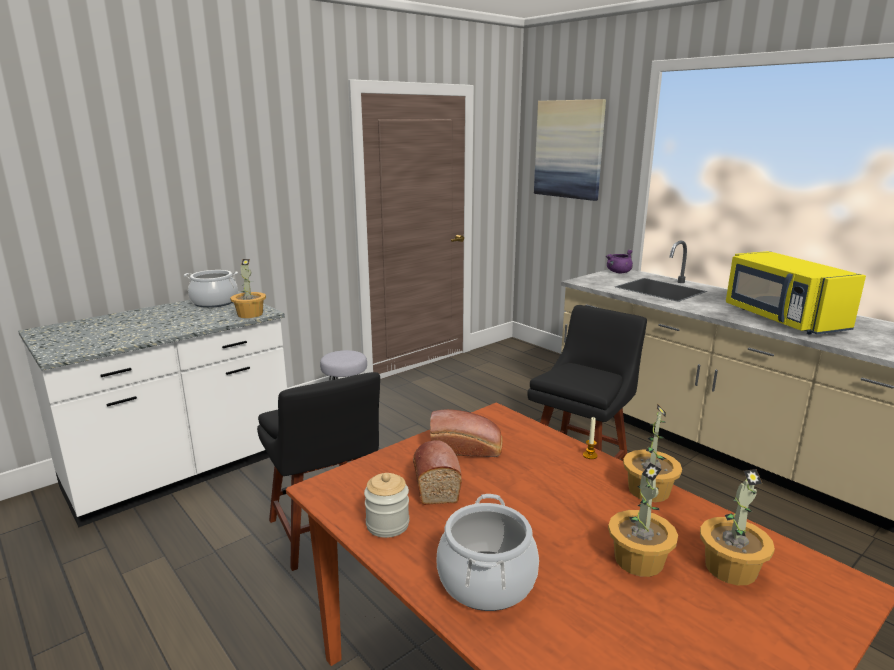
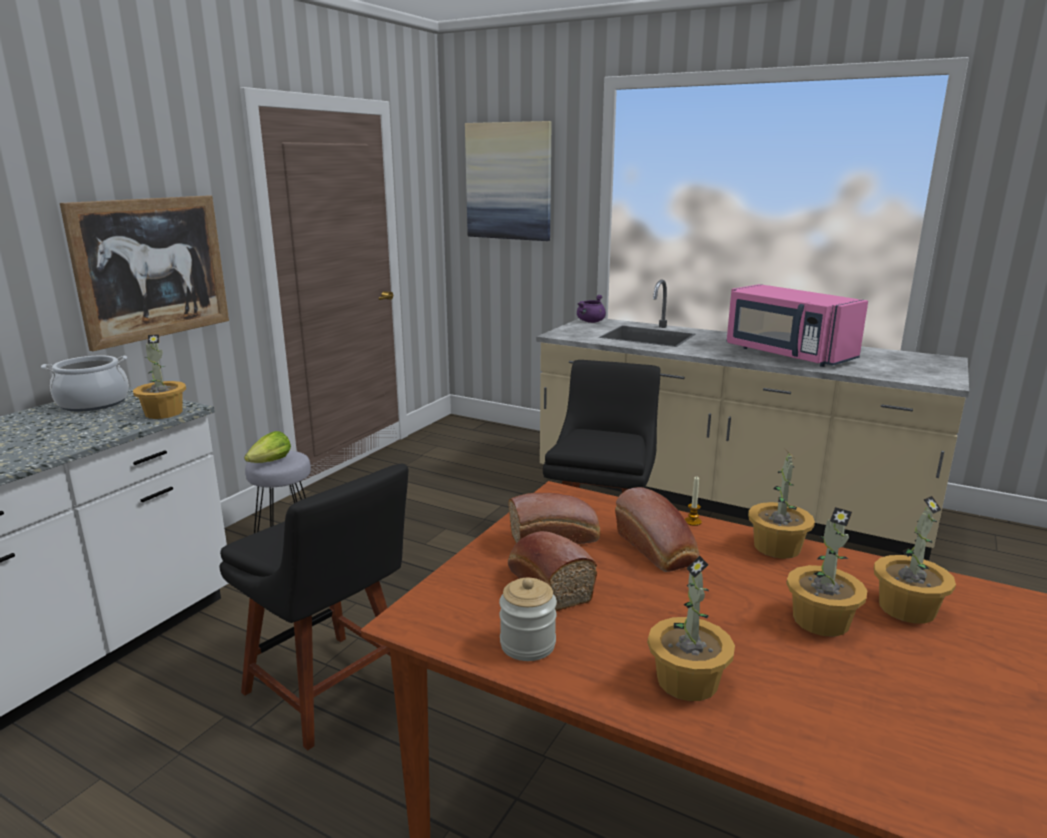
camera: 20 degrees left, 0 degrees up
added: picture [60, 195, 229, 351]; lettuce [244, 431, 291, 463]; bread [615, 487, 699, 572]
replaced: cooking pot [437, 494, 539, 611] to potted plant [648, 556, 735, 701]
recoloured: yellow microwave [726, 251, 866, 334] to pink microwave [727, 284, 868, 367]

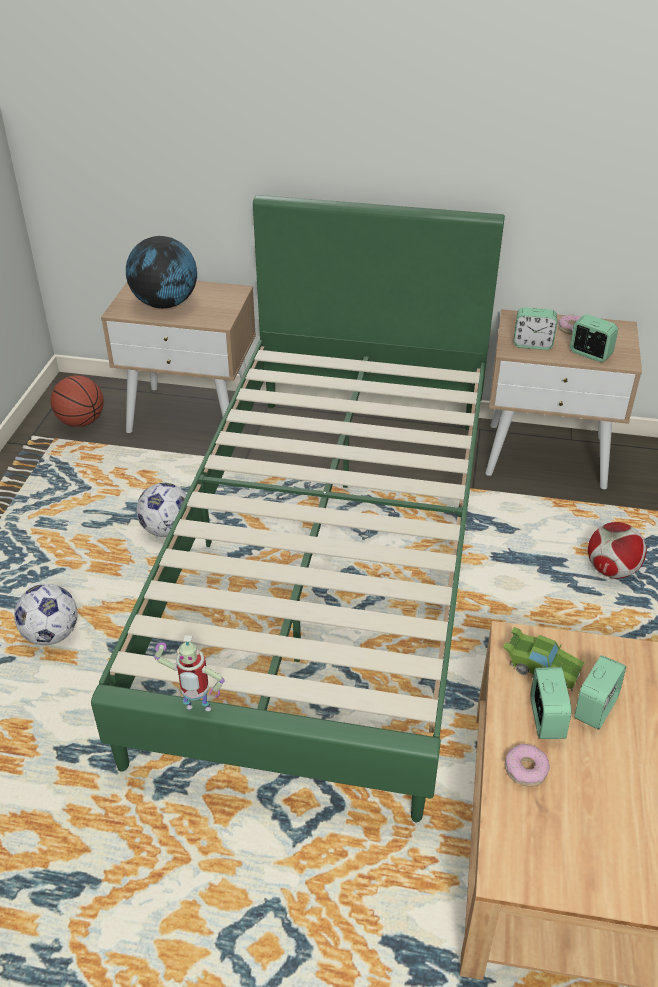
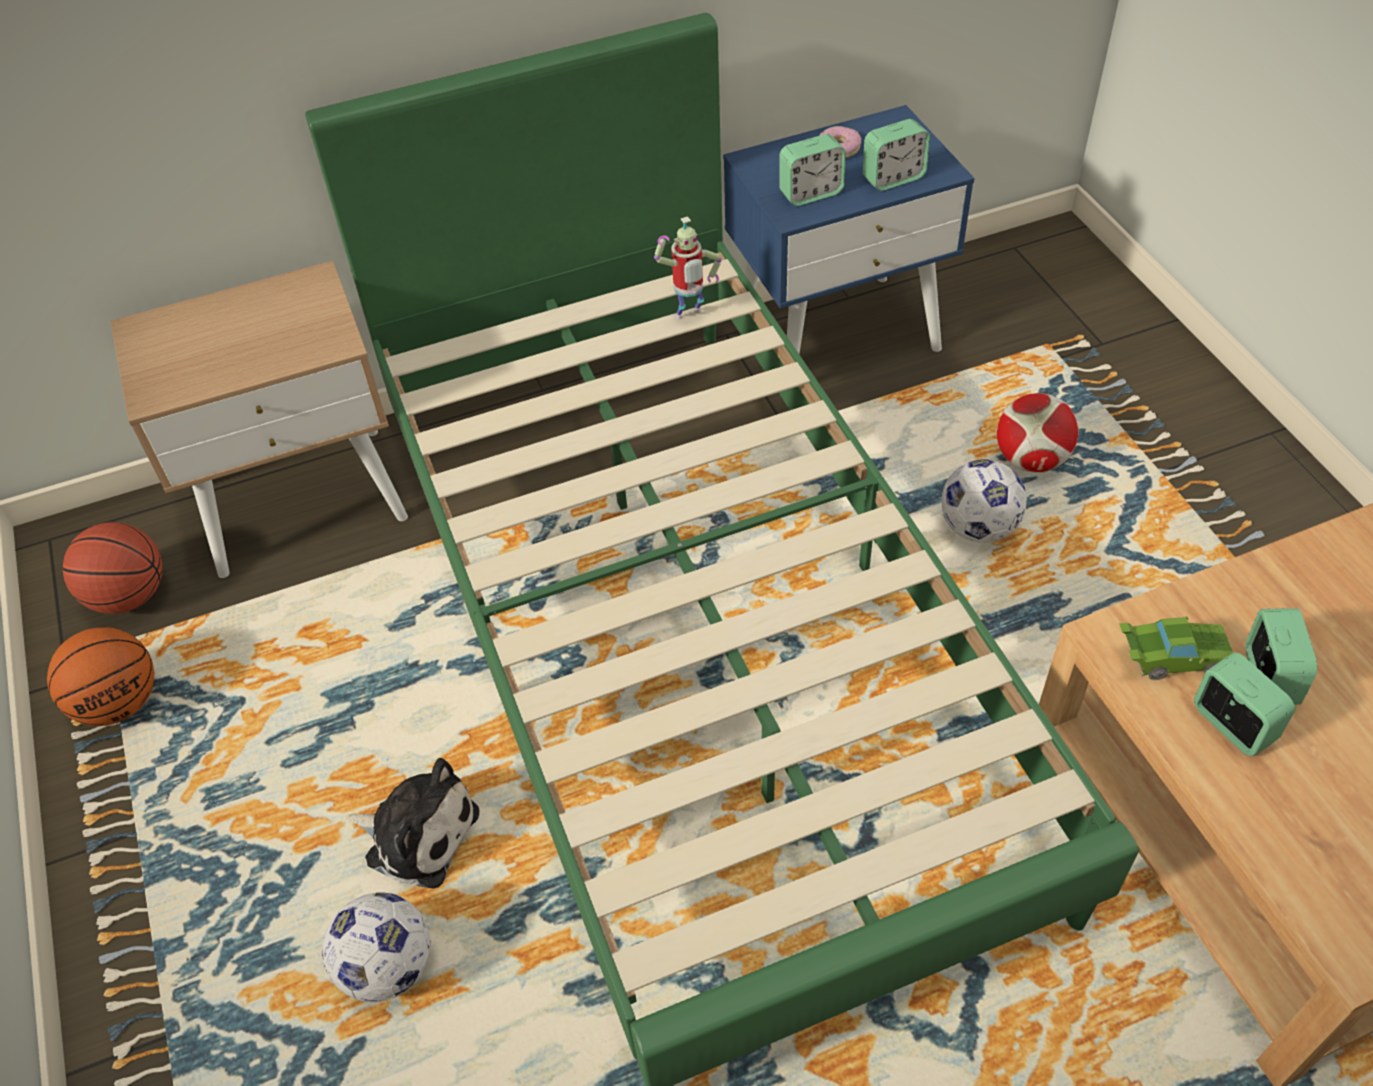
camera: 30 degrees left, 10 degrees up
removed: globe [126, 236, 197, 308]; donut [505, 744, 550, 787]
added: basketball [47, 627, 154, 726]; plush toy [347, 758, 479, 889]
moved: toy robot [154, 635, 225, 711] to [654, 216, 722, 319]; football [137, 483, 186, 537] to [942, 459, 1027, 543]
recoloured: beige nightstand [485, 309, 642, 489] to blue nightstand [723, 105, 974, 353]
turned: alarm clock [570, 314, 618, 362] = [863, 119, 930, 191] 150 degrees clockwise

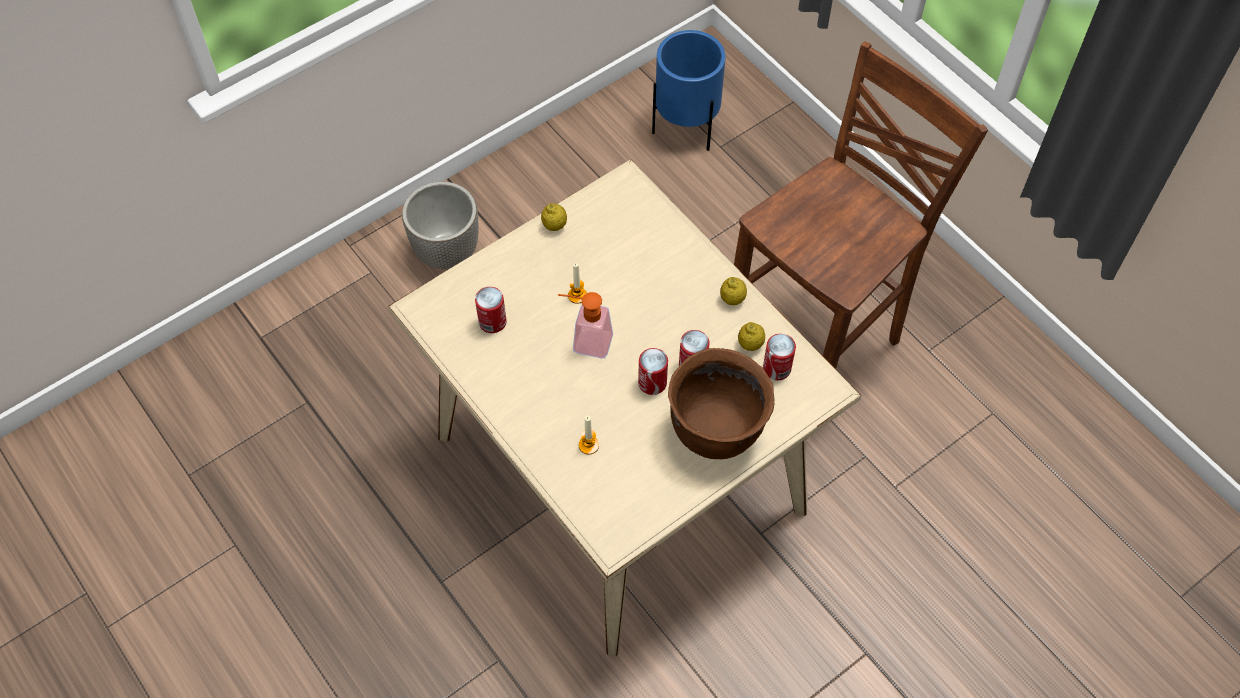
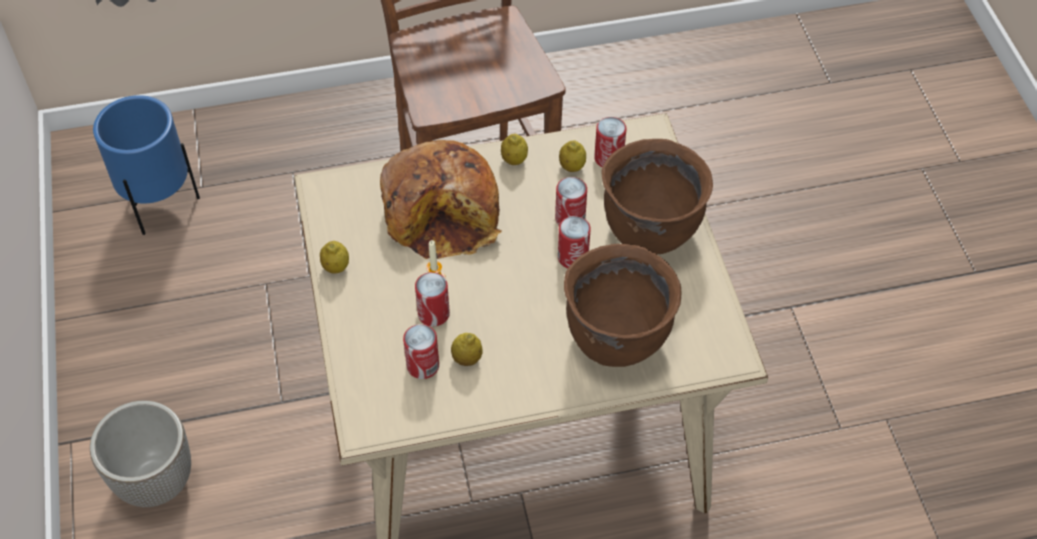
camera: 65 degrees left, 5 degrees down
removed: soap dispenser [558, 292, 613, 358]
added: bread [380, 140, 503, 259]; can [415, 272, 450, 326]; lemon [451, 333, 483, 366]
replaced: candle [579, 415, 599, 455] to brown cooking pot [564, 244, 681, 367]

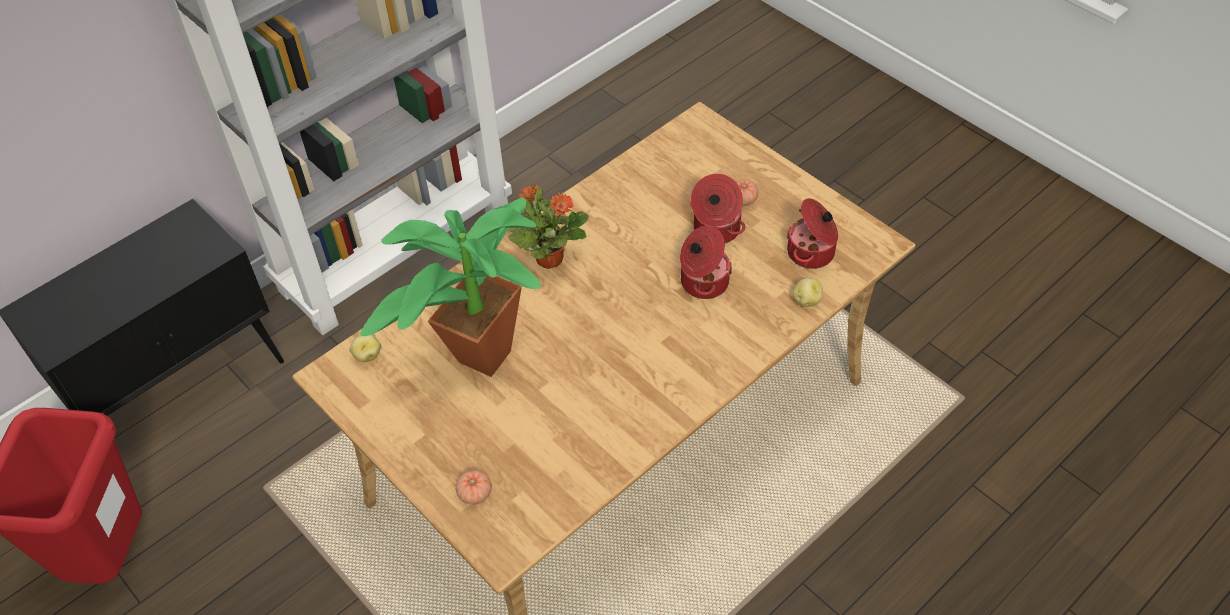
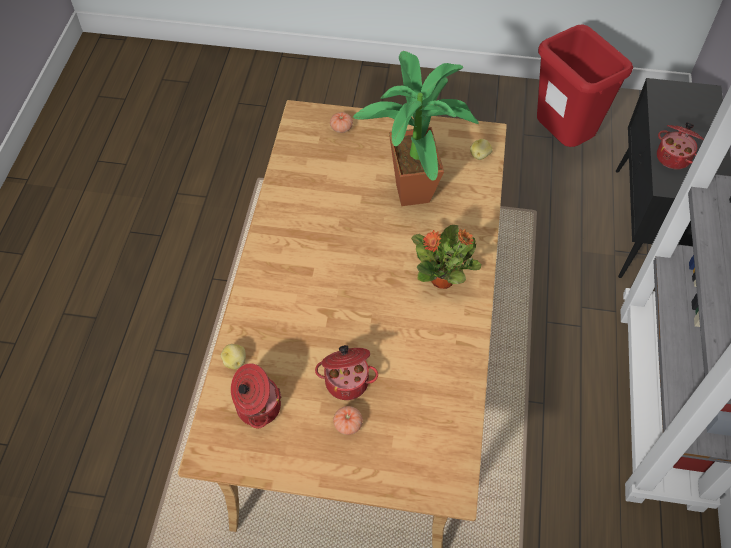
camera: 140 degrees right, 5 degrees up
moved: cooking pot [680, 226, 732, 299] to [657, 122, 704, 169]

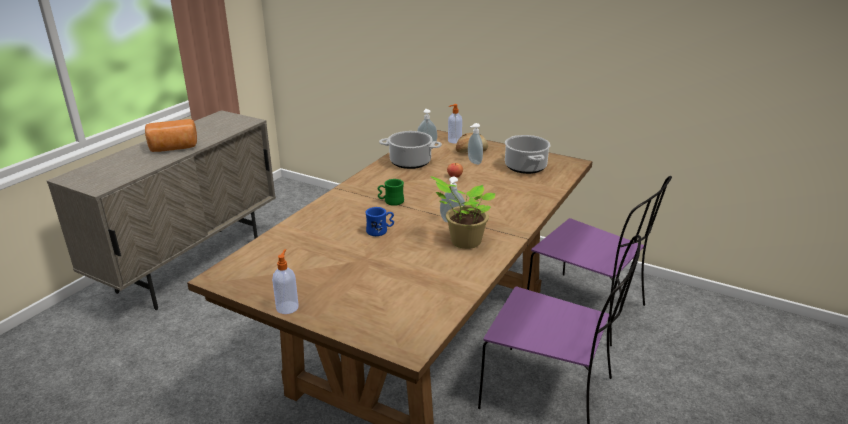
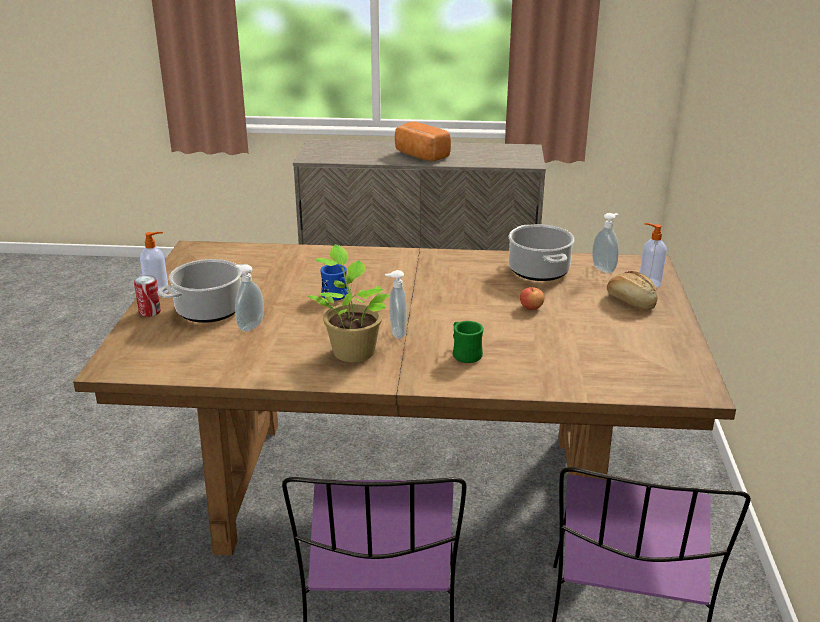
camera: 65 degrees right, 0 degrees up
added: can [134, 275, 161, 317]
moved: cooking pot [505, 135, 550, 174] to [157, 259, 253, 323]; soap dispenser [468, 123, 483, 165] to [235, 264, 264, 332]; green mug [378, 179, 404, 206] to [453, 321, 483, 363]

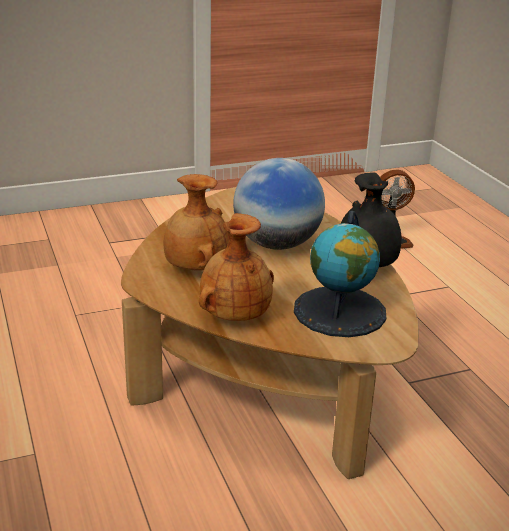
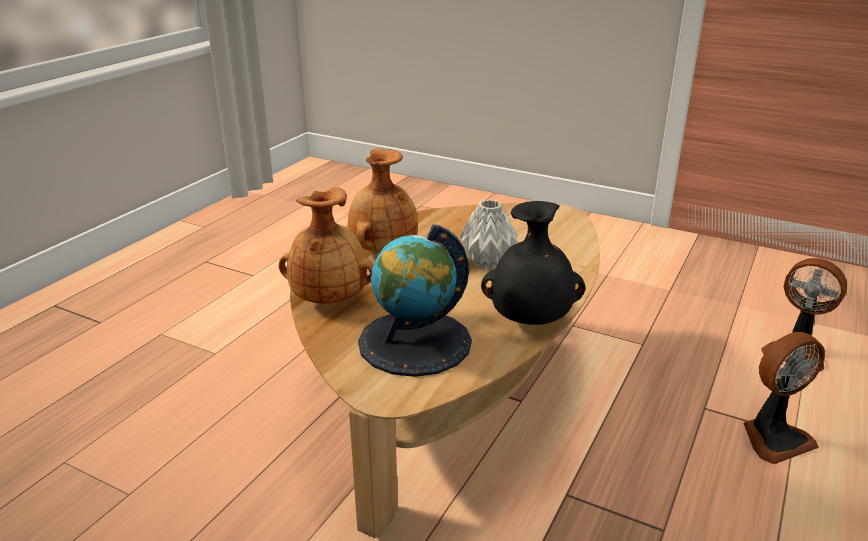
camera: 50 degrees right, 0 degrees up
added: fan [743, 332, 825, 464]
replaced: globe [233, 158, 325, 250] to grey vase [460, 200, 517, 269]

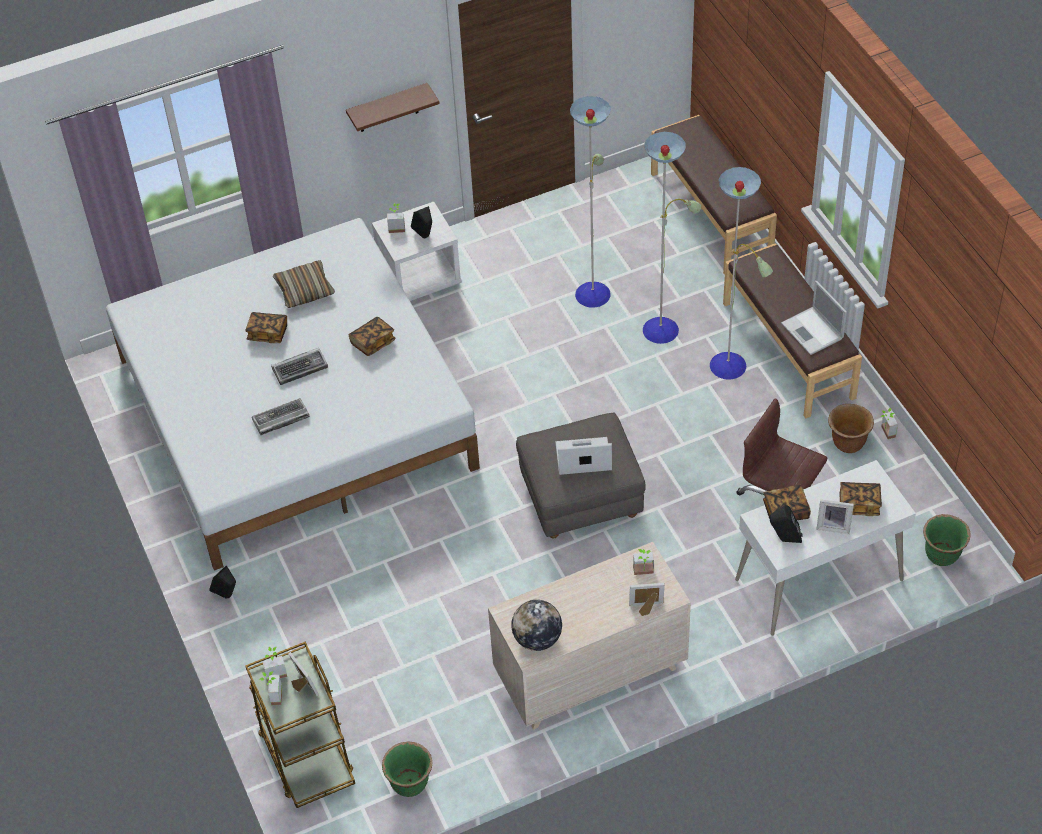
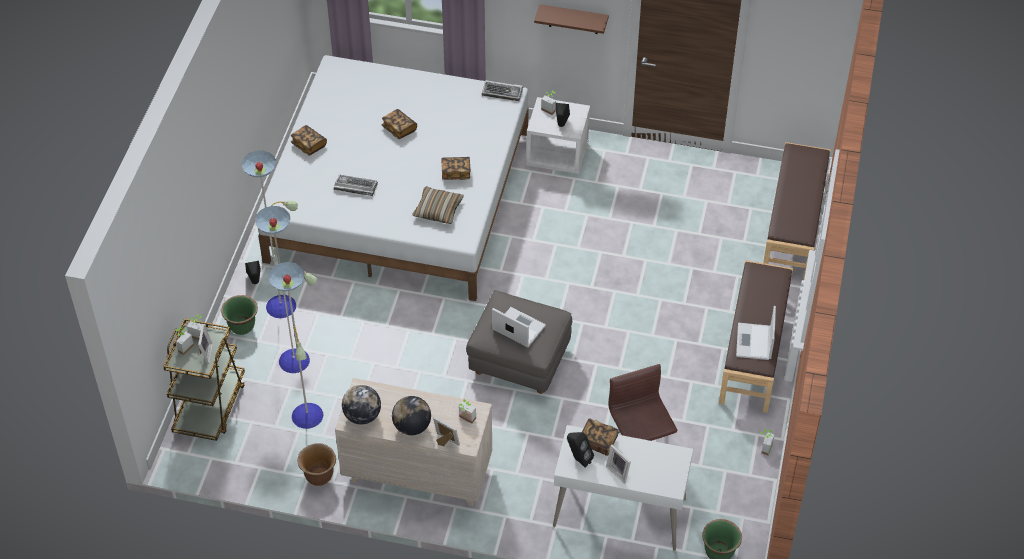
camera: 35 degrees right, 0 degrees up
added: globe [392, 396, 431, 435]
moved: green planter [382, 742, 432, 797] to [221, 295, 258, 335]; floor lamp [570, 96, 773, 379] to [241, 151, 323, 429]; book [839, 482, 882, 516] to [291, 125, 327, 155]; brown planter [828, 404, 874, 453] to [297, 443, 336, 486]; pillow [273, 260, 335, 308] to [413, 186, 464, 224]; keyboard [271, 348, 328, 385] to [482, 80, 523, 101]

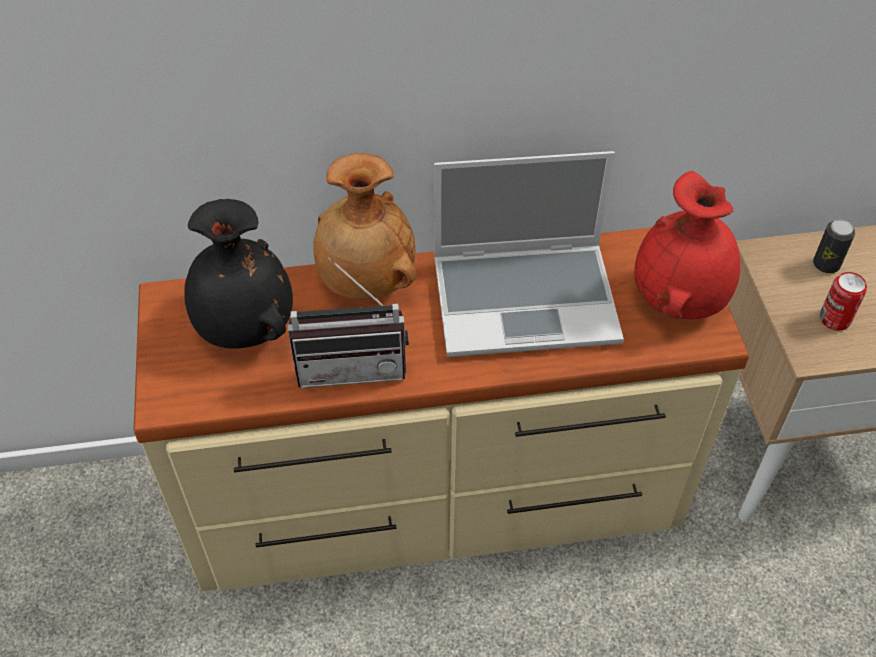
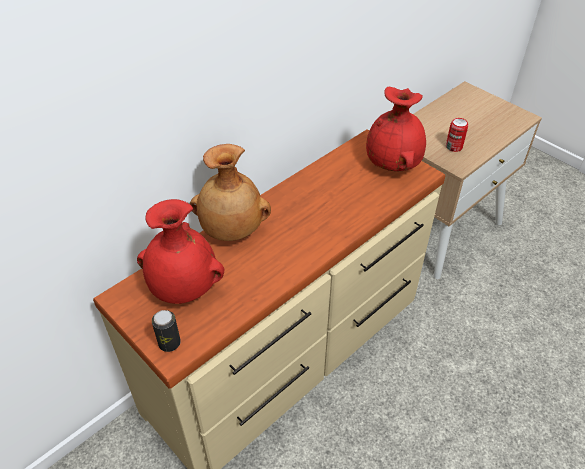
camera: 35 degrees left, 5 degrees down
removed: radio [288, 258, 409, 388]; laptop [434, 151, 624, 357]
moved: can [813, 220, 855, 273] to [152, 310, 181, 352]
recoloured: black vase [184, 199, 293, 349] to red vase [137, 199, 224, 304]

